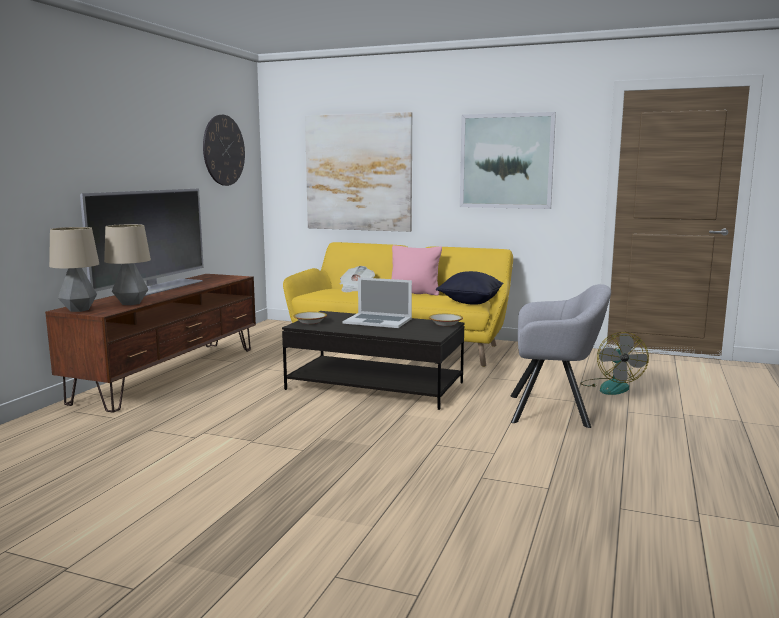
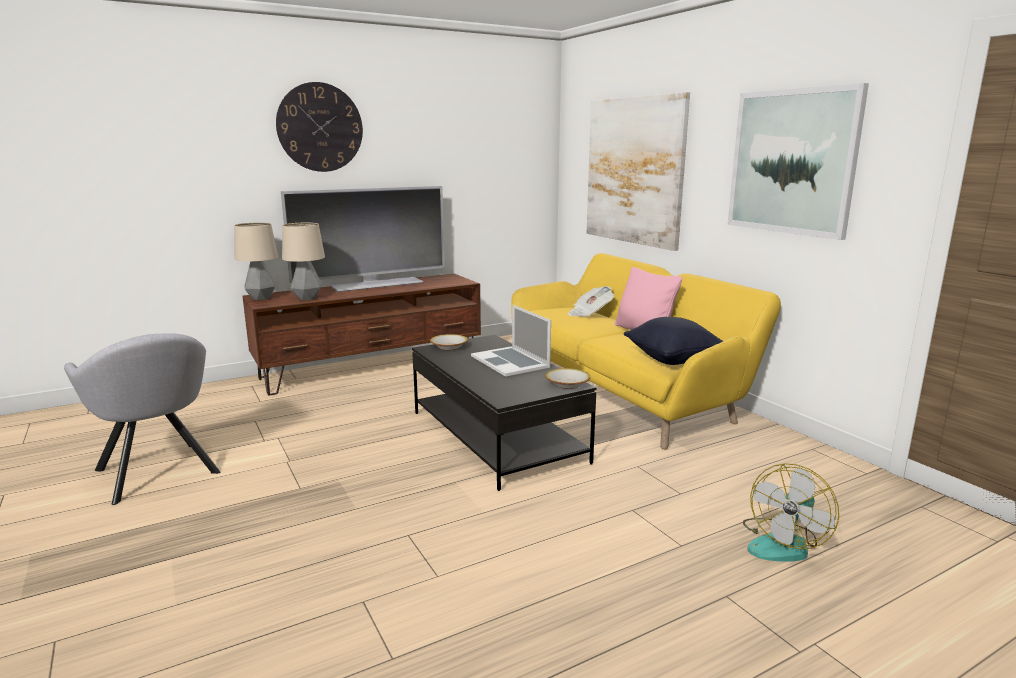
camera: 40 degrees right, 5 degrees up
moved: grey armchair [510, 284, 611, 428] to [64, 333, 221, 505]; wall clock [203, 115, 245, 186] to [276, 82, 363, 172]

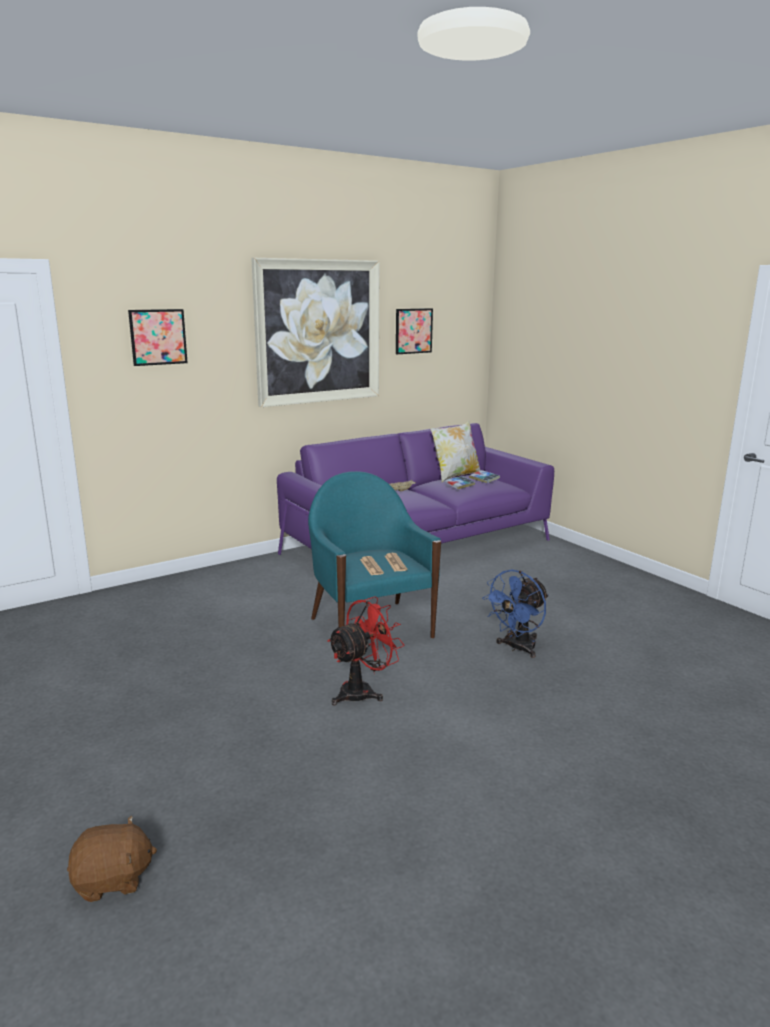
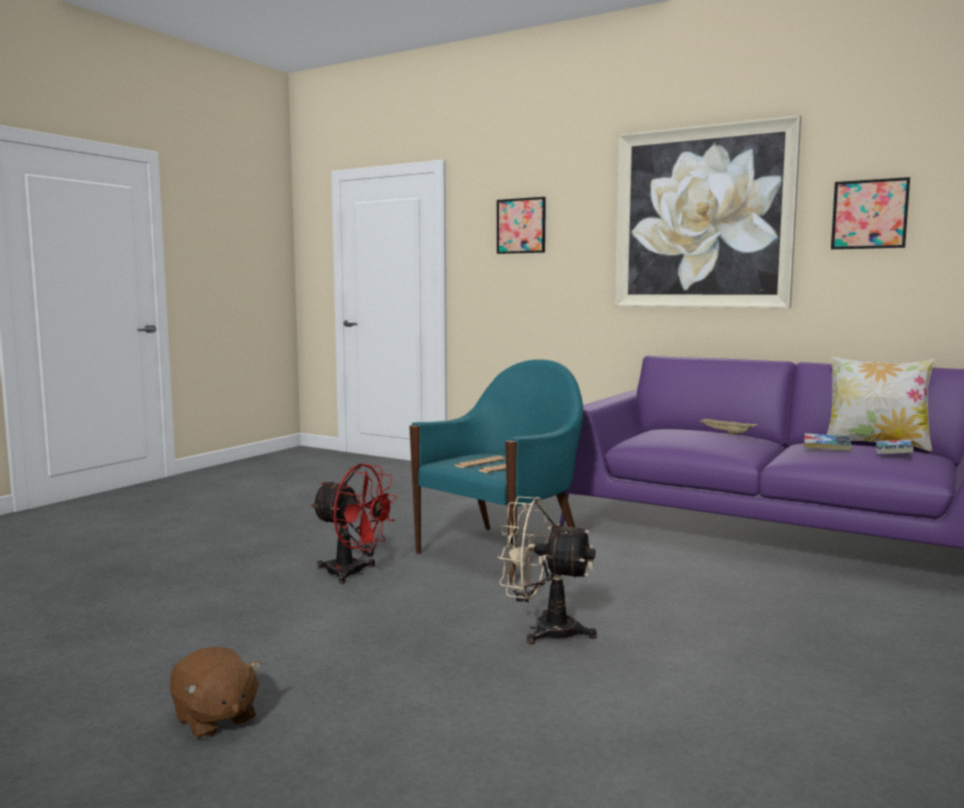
camera: 65 degrees right, 10 degrees down
moved: brown plush toy [67, 815, 157, 902] to [170, 647, 262, 739]
recoloured: blue fan [482, 569, 549, 658] to beige fan [498, 496, 597, 645]

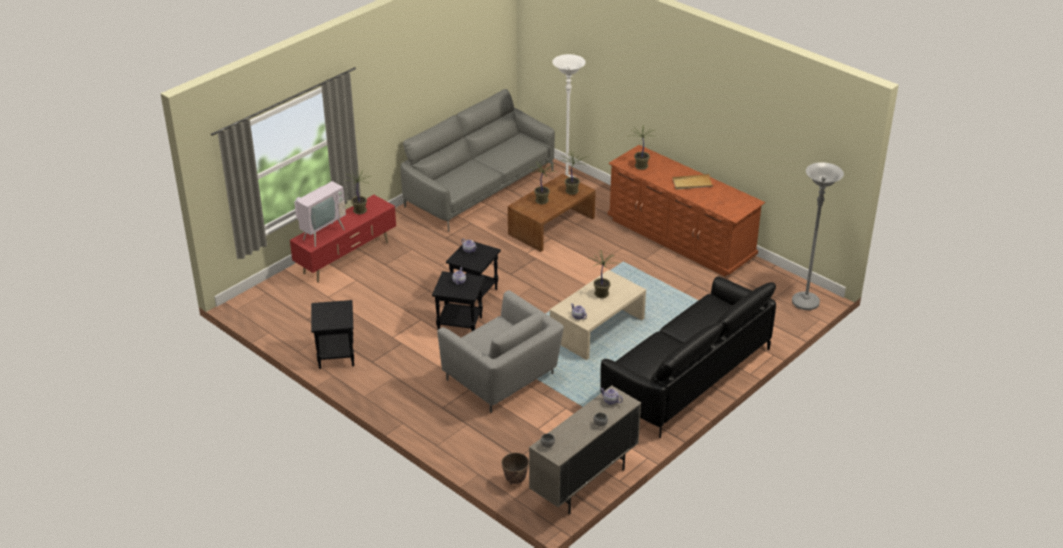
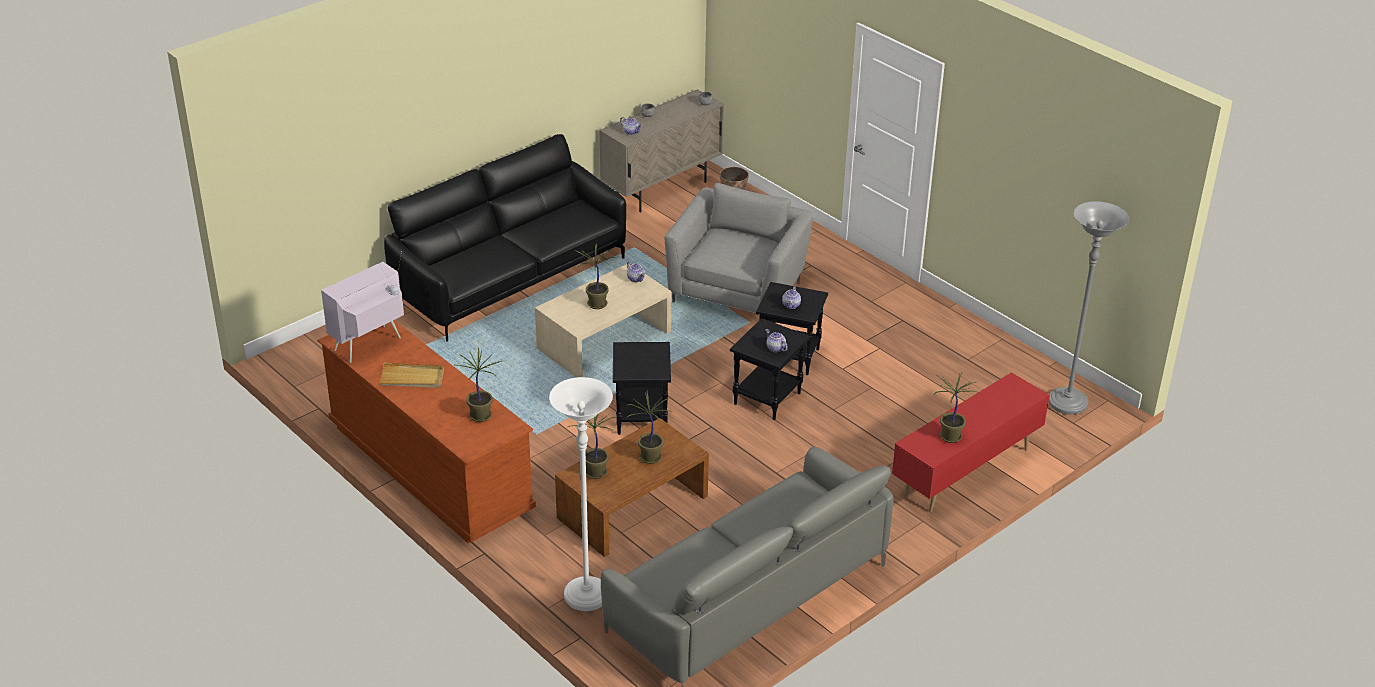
camera: 175 degrees left, 0 degrees up
moved: television [292, 181, 346, 247] to [321, 251, 404, 363]; black side table [311, 300, 354, 369] to [613, 342, 671, 435]; grey floor lamp [792, 162, 844, 310] to [1049, 201, 1129, 415]
turned: grey armchair [437, 290, 564, 413] = [665, 183, 813, 313] 60 degrees clockwise

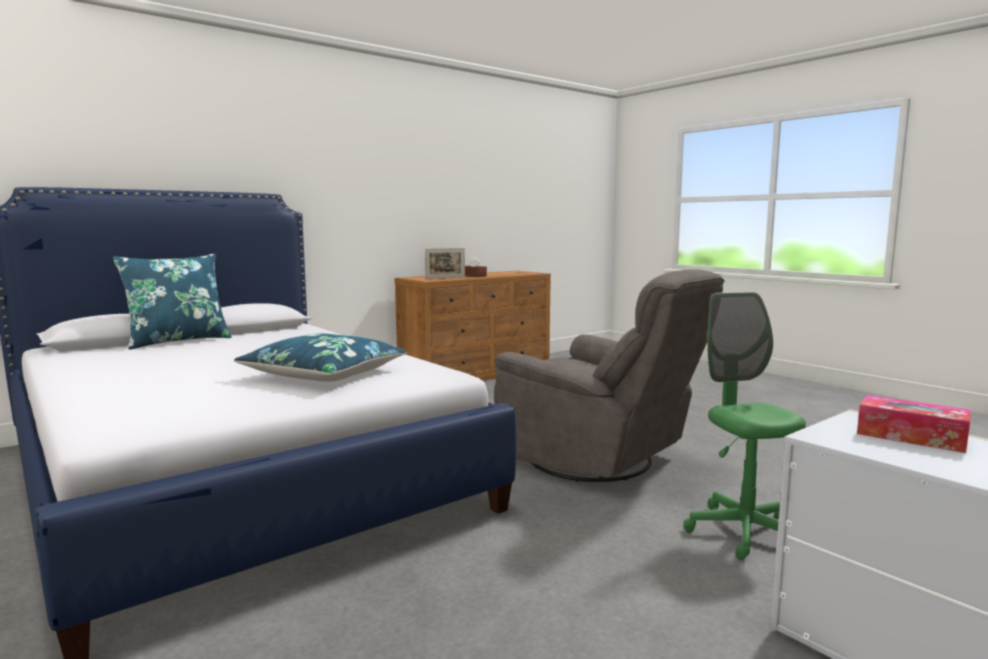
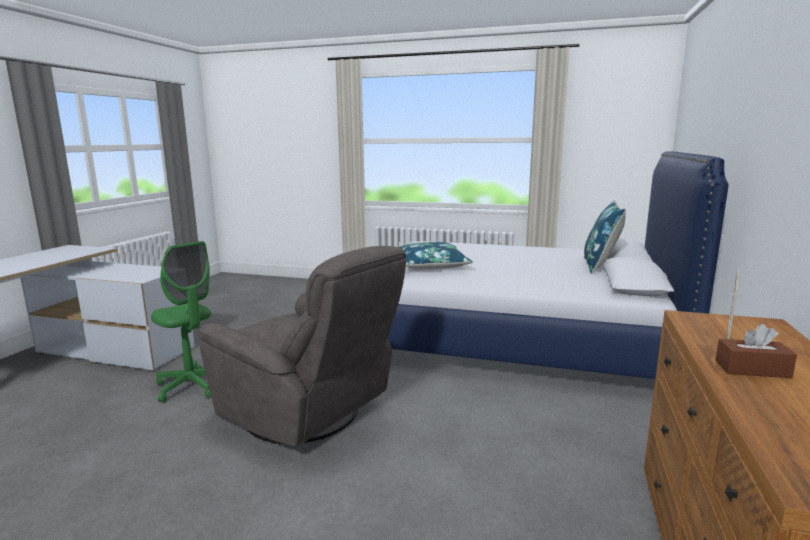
camera: 145 degrees right, 5 degrees up
removed: tissue box [857, 395, 971, 453]
turned: grey armchair [494, 269, 725, 482] = [197, 246, 407, 447] 150 degrees counterclockwise

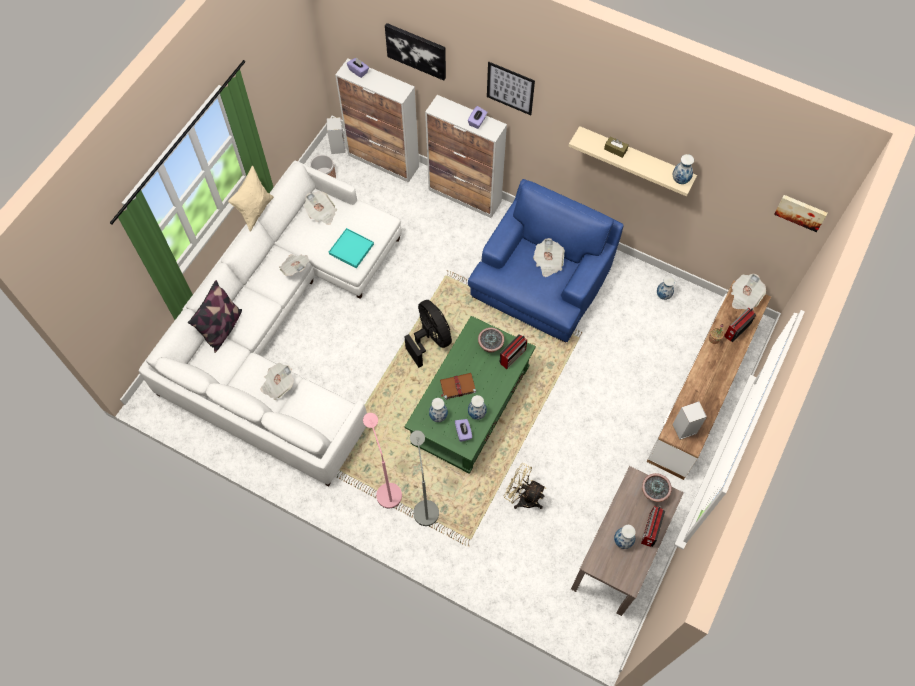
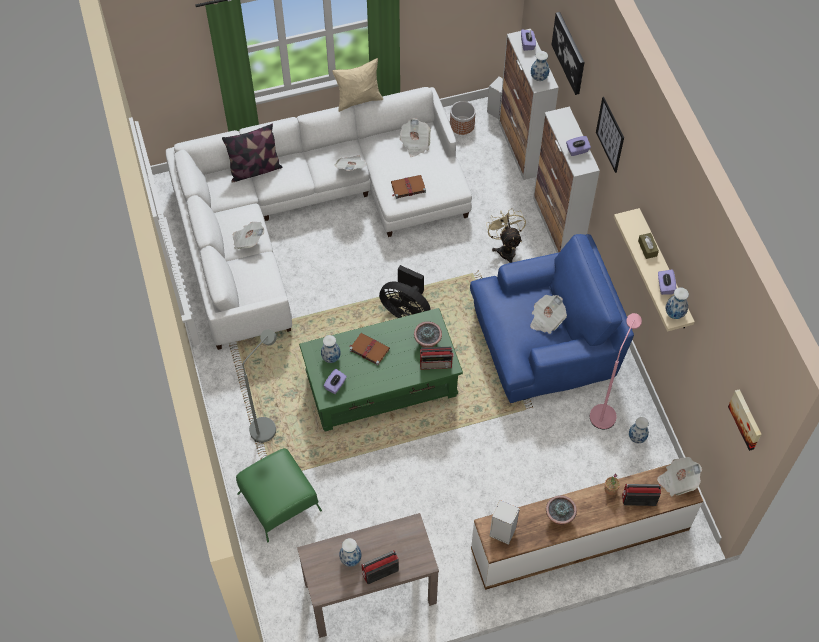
camera: 45 degrees right, 5 degrees down
added: green ottoman [236, 448, 322, 542]; purple tissue box [658, 269, 676, 295]
moved: beige fan [504, 463, 546, 509] to [486, 208, 526, 263]; vase [468, 395, 487, 420] to [531, 51, 549, 81]; potted plant [642, 473, 672, 502] to [546, 495, 577, 525]; pink floor lamp [363, 413, 402, 508] to [590, 313, 642, 429]
replaced: turquoise tray [329, 228, 374, 268] to brown book [391, 175, 426, 199]
turned: black fan [404, 300, 452, 368] = [379, 265, 431, 318] 105 degrees clockwise

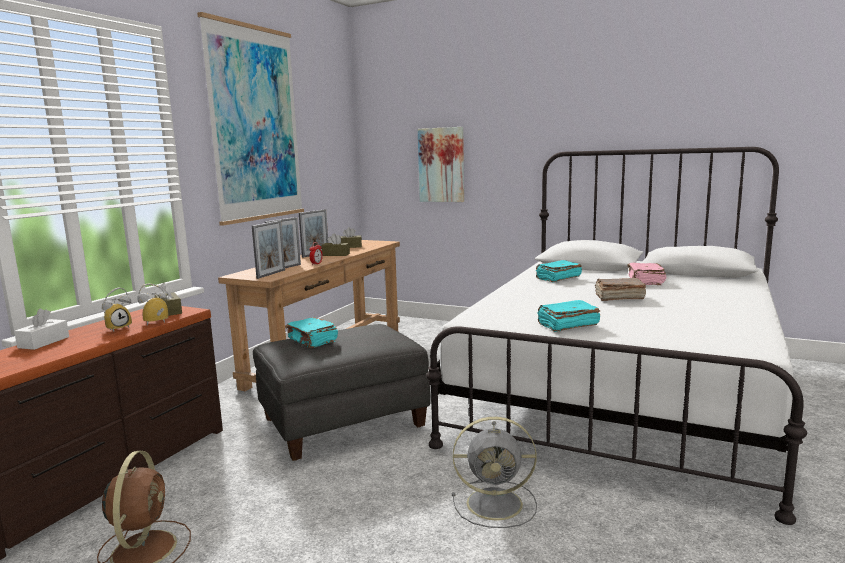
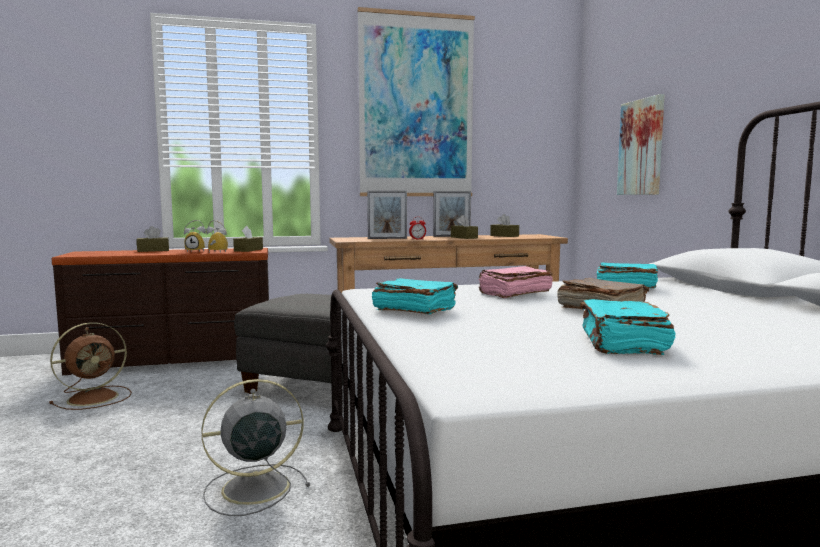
camera: 50 degrees right, 5 degrees down
removed: picture frame [252, 221, 285, 279]
moved: pink book [627, 263, 666, 285] to [479, 266, 553, 298]; turquoise book [285, 317, 338, 348] to [580, 299, 676, 355]
recoloured: white tissue box [14, 309, 69, 350] to brown tissue box [137, 226, 169, 252]
turned: grey fan [452, 417, 537, 528] = [201, 379, 310, 516] 105 degrees clockwise

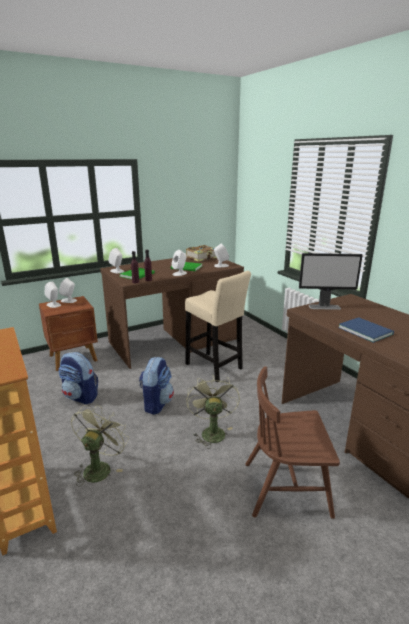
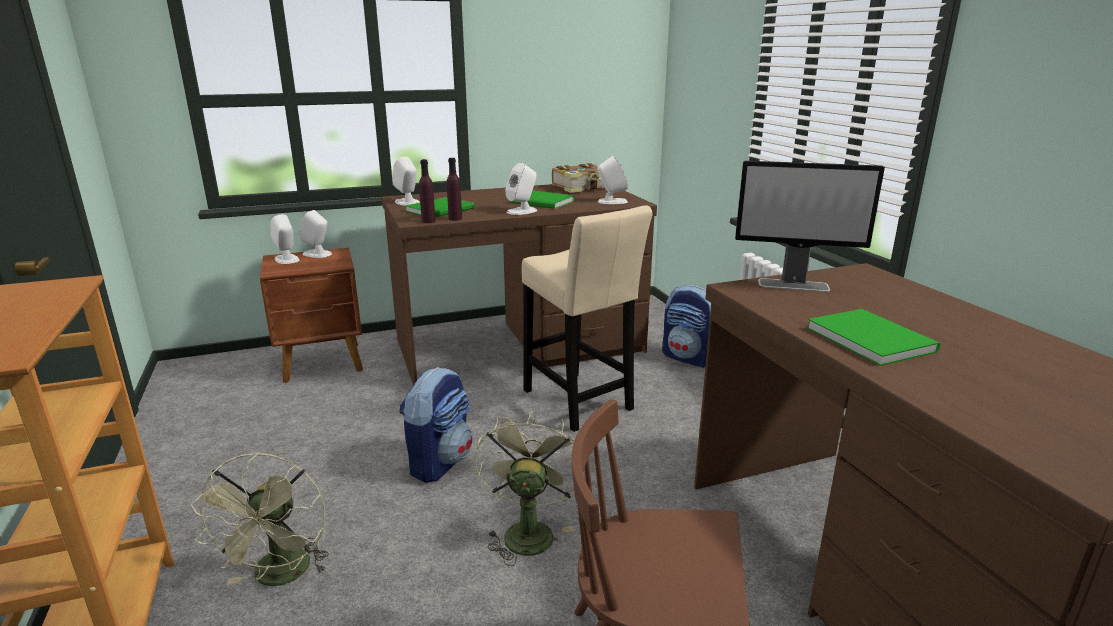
camera: 10 degrees right, 0 degrees up
moved: backpack [58, 352, 98, 404] to [662, 285, 711, 368]
recoloured: blue book [338, 317, 394, 343] to green book [807, 309, 940, 366]
turned: green fan [71, 405, 129, 486] = [191, 452, 329, 586] 150 degrees clockwise

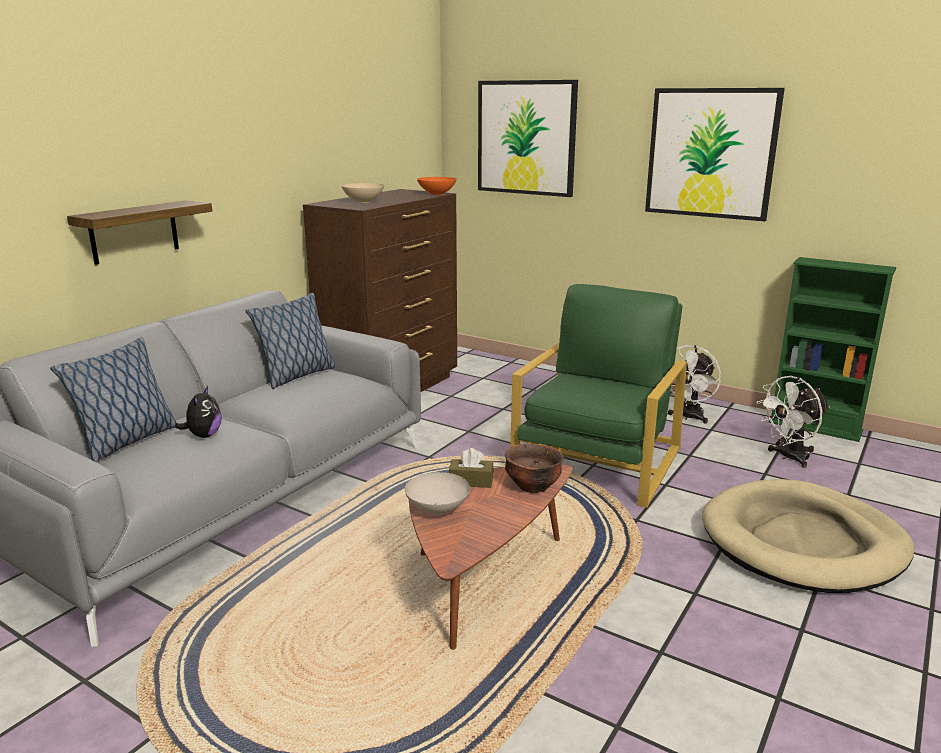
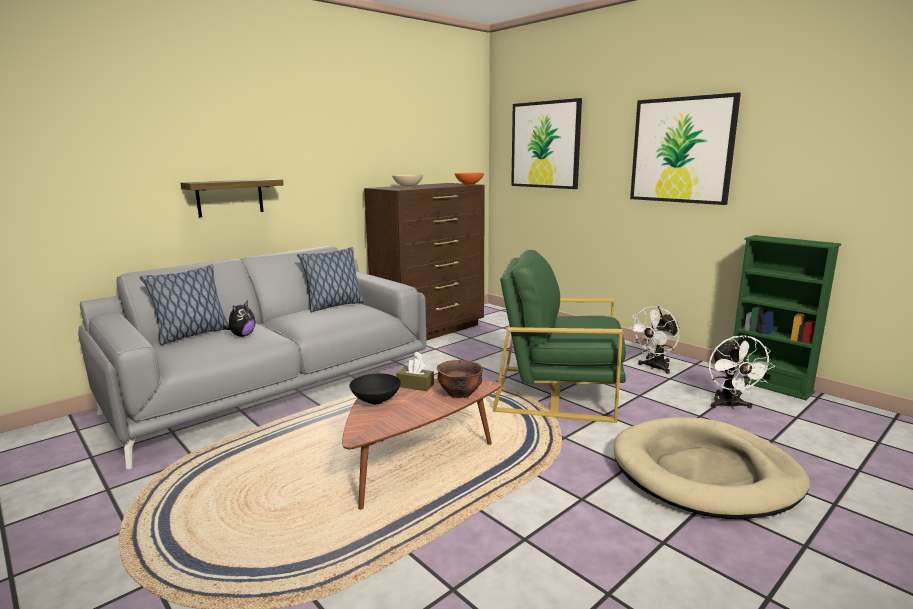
camera: 15 degrees right, 5 degrees down
recoloured: white bowl [405, 472, 470, 515] to black bowl [349, 373, 401, 404]
turned: green armchair [510, 284, 687, 508] = [493, 250, 626, 423] 120 degrees counterclockwise; white fan [756, 376, 830, 468] = [709, 335, 775, 409] 75 degrees counterclockwise

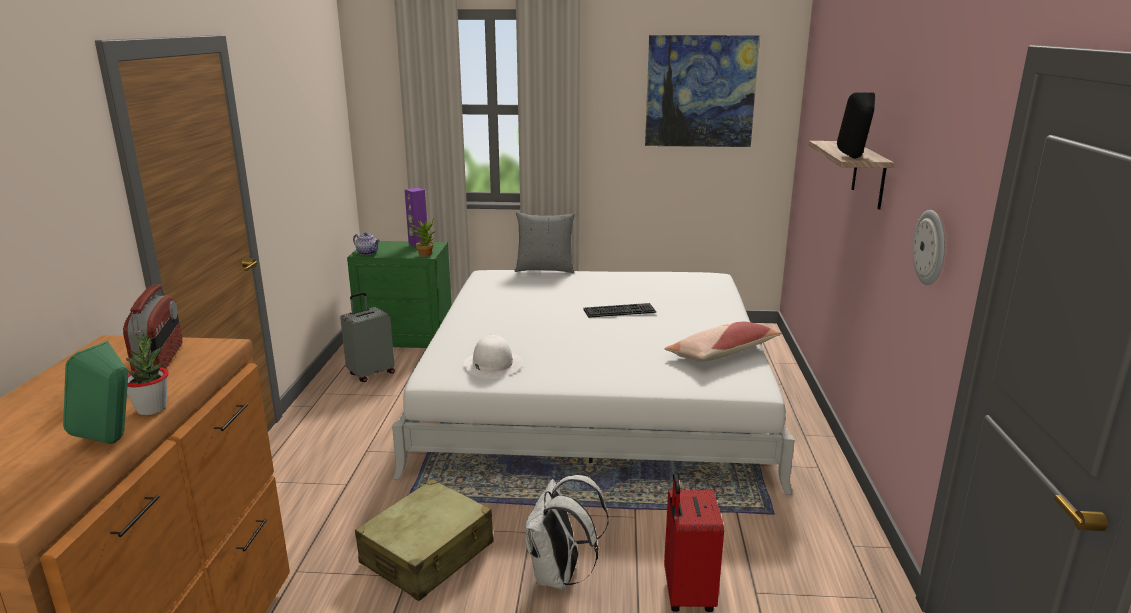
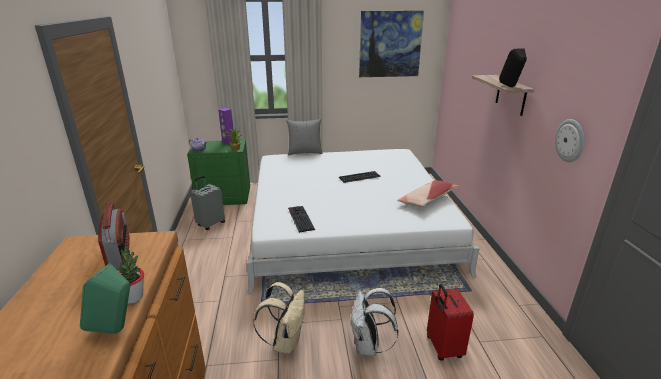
camera: 10 degrees left, 5 degrees up
replaced: beige suitcase [355, 479, 494, 601] to beige backpack [253, 282, 305, 354]; white hat [464, 335, 522, 379] to keyboard [288, 206, 315, 233]

